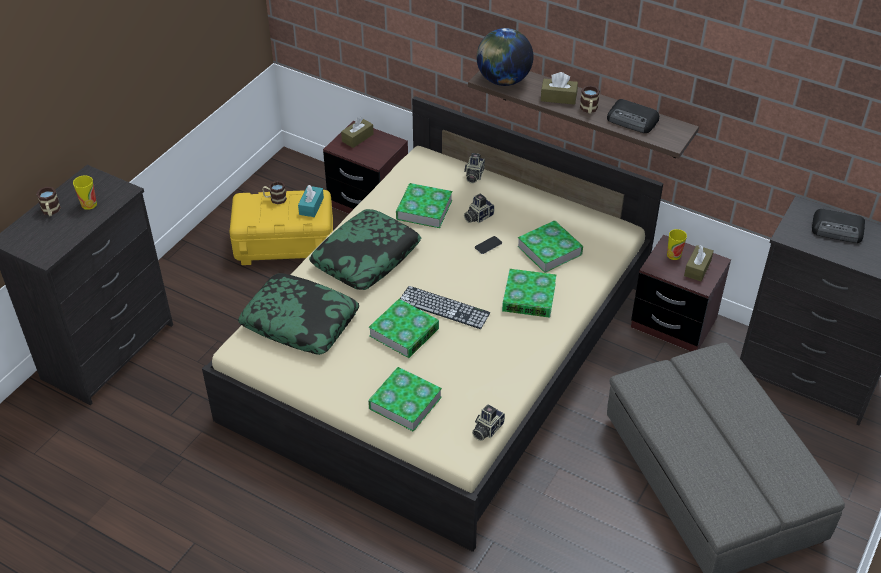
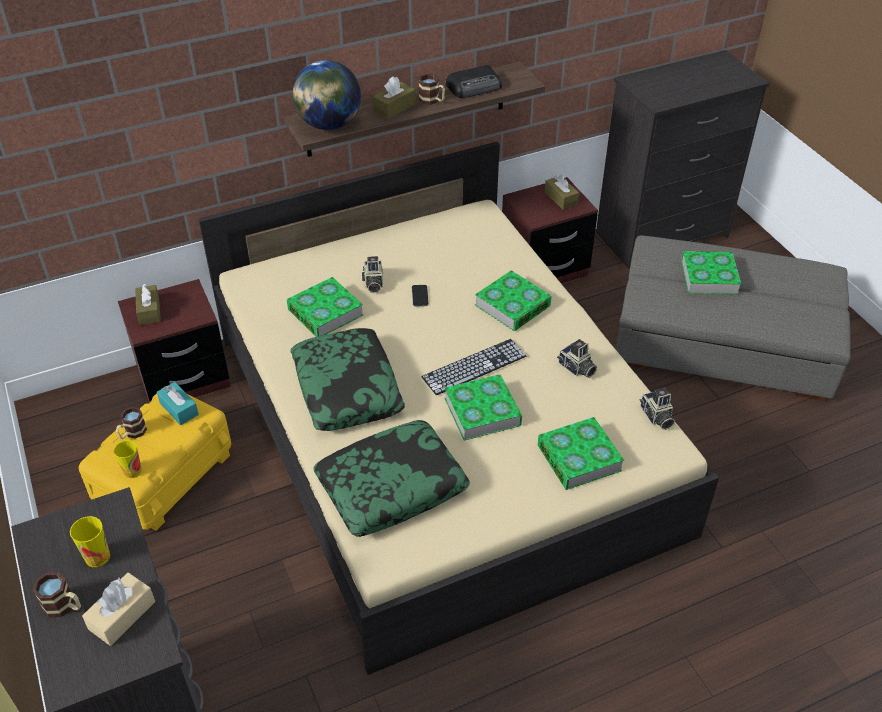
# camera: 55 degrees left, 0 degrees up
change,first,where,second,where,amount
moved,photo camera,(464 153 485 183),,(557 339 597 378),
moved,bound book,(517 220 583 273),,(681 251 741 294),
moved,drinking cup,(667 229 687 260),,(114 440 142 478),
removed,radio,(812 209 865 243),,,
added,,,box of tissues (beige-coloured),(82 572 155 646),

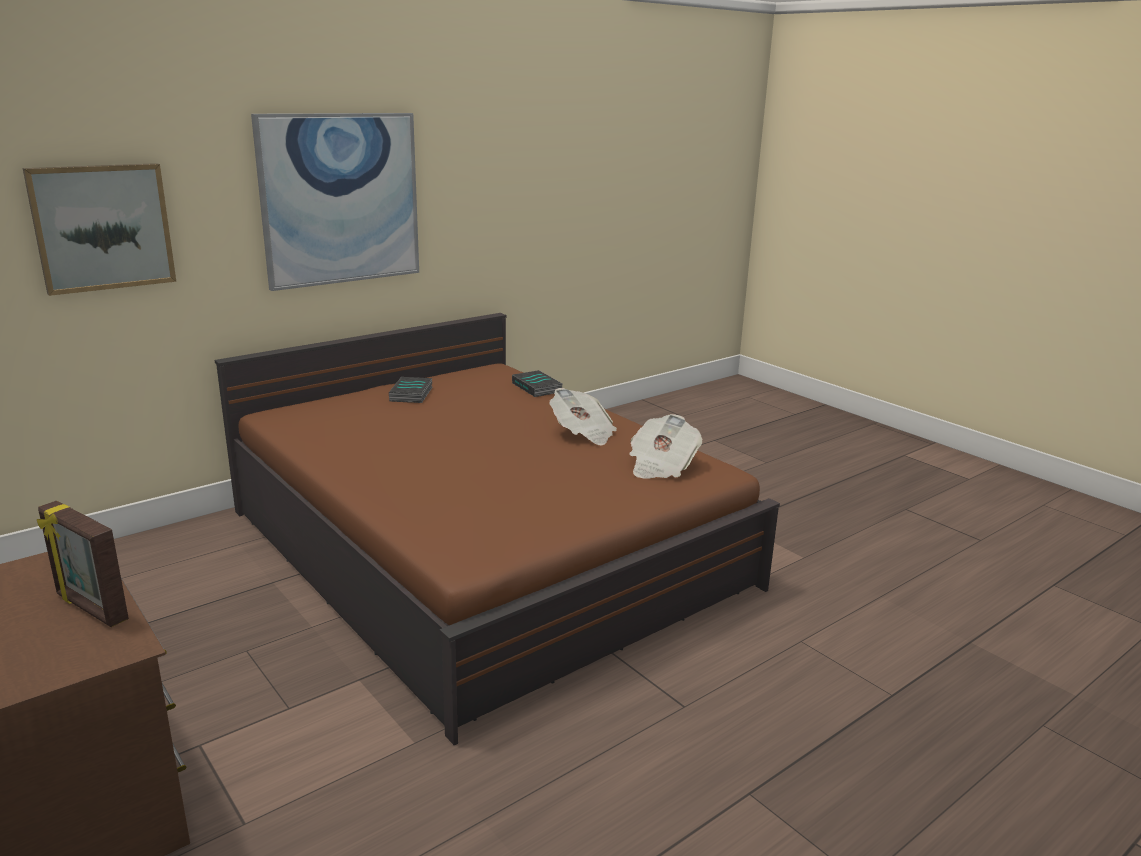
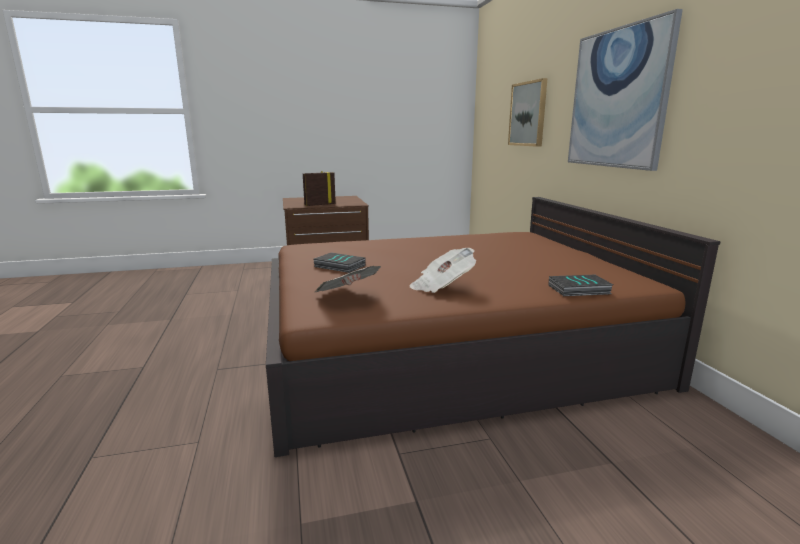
# camera: 115 degrees right, 5 degrees down
change,first,where,second,where,amount
moved,bound book,(389 377 433 403),,(314 253 366 273),

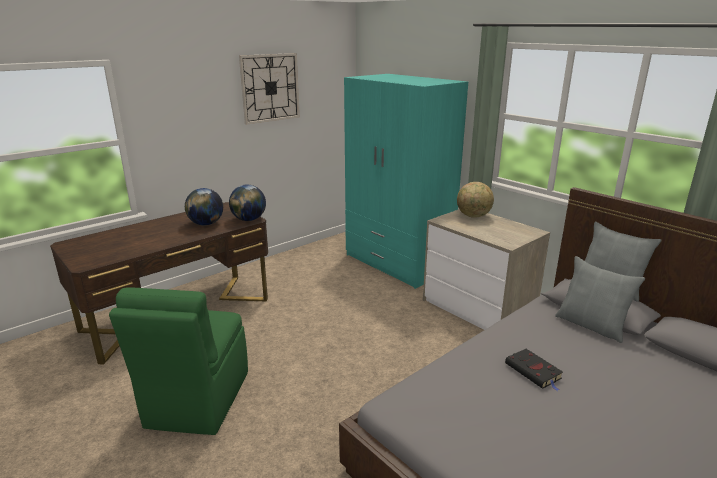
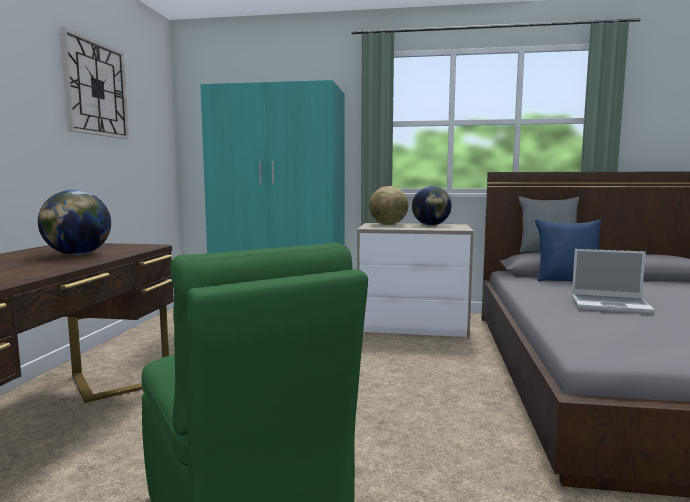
# camera: 40 degrees left, 15 degrees down
change,first,where,second,where,amount
moved,desk globe,(229 185 266 221),,(412 186 452 226),
replaced,bound book (black-coloured),(505 349 563 391),portable computer,(572 249 655 314),
recoloured,throw pillow (gray),(555 256 645 343),throw pillow (bluish),(535 219 601 281),

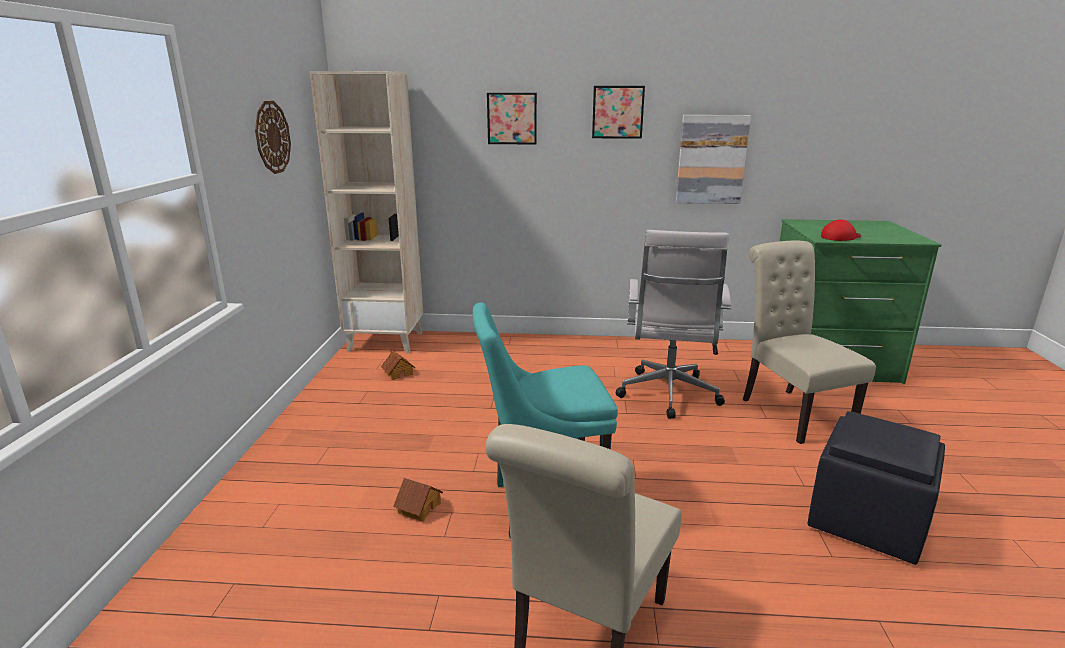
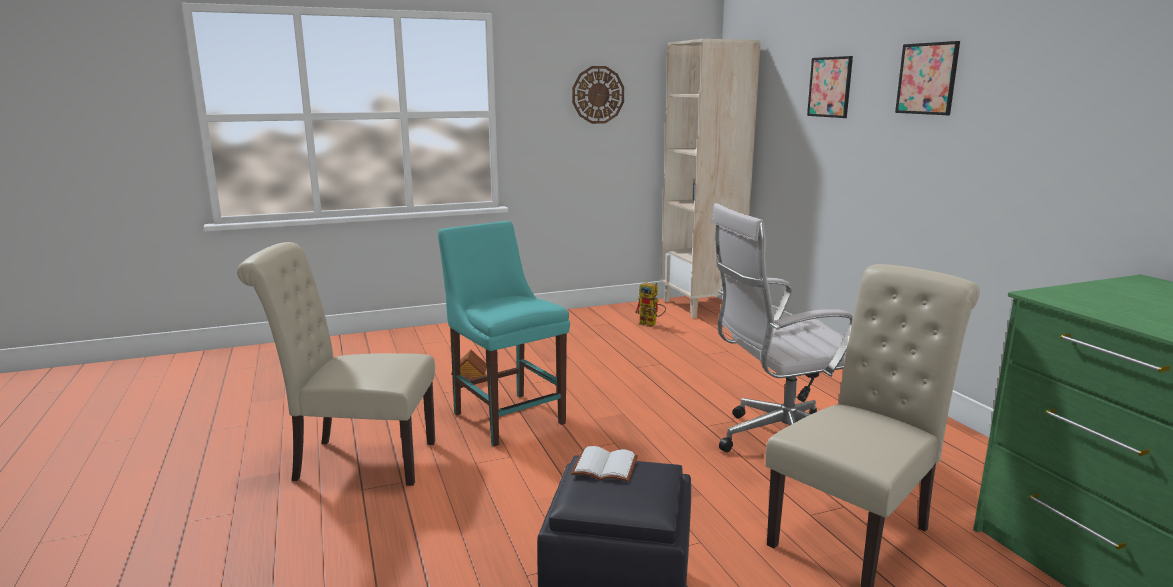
# camera: 65 degrees right, 5 degrees down
change,first,where,second,where,amount
replaced,toy house,(381 351 415 380),toy robot,(635 282 666 327),
removed,wall art,(676 115 751 204),,,
removed,cap (red),(821 220 861 241),,,
added,,,bound book (white),(571 446 638 482),

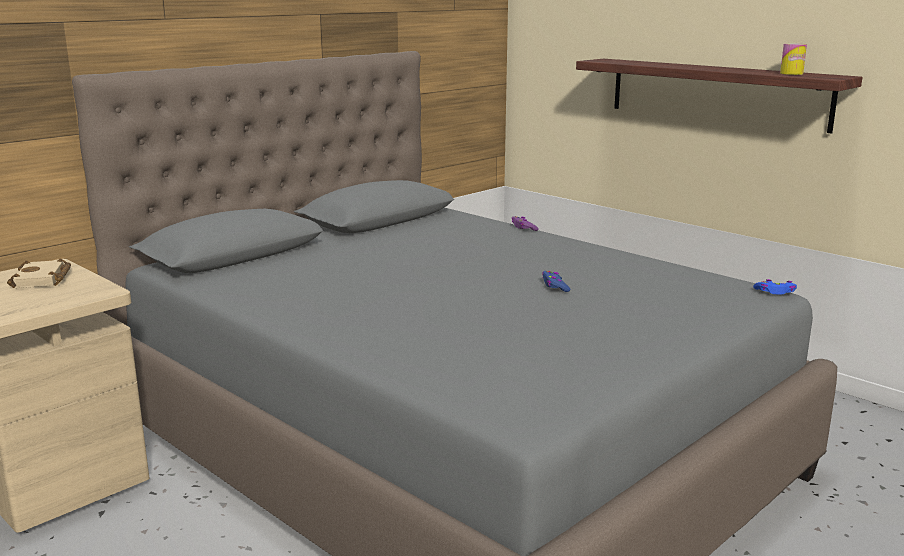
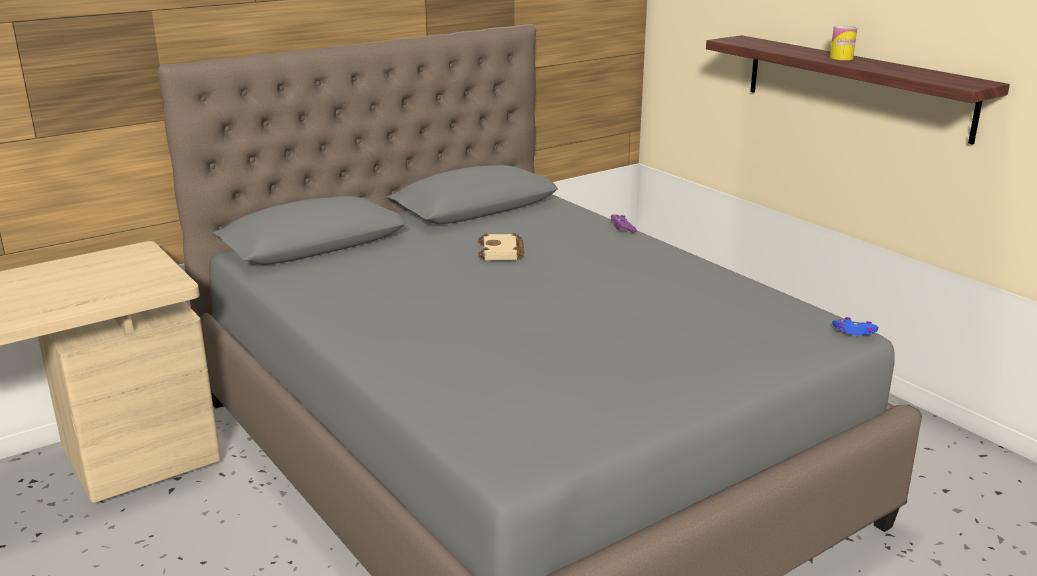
# camera: 10 degrees right, 5 degrees up
change,first,where,second,where,amount
moved,bound book (beige-coloured),(7 259 71 288),,(478 233 524 260),
removed,joypad (bluish),(542 271 570 292),,,
moved,metal can,(780 43 807 75),,(830 26 857 60),

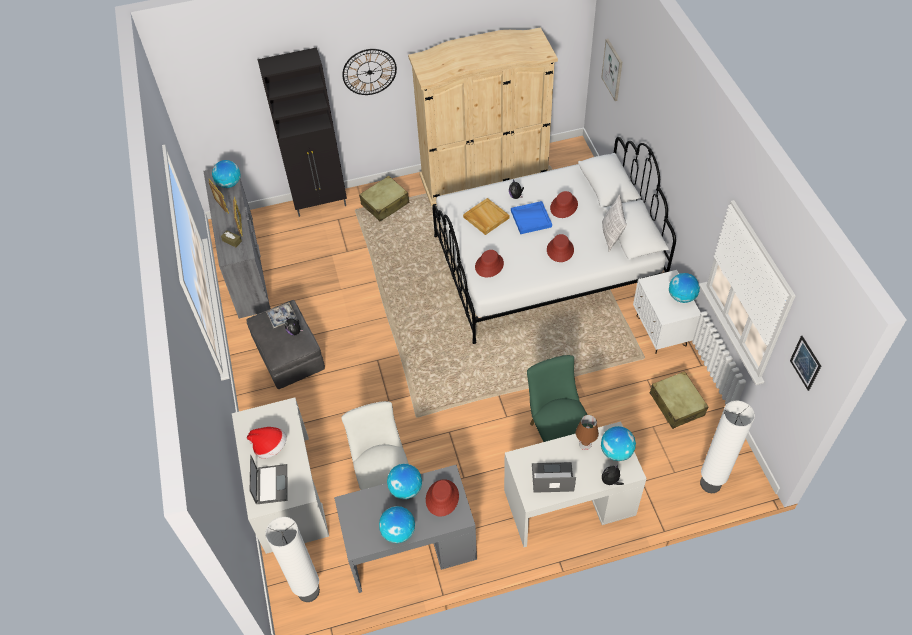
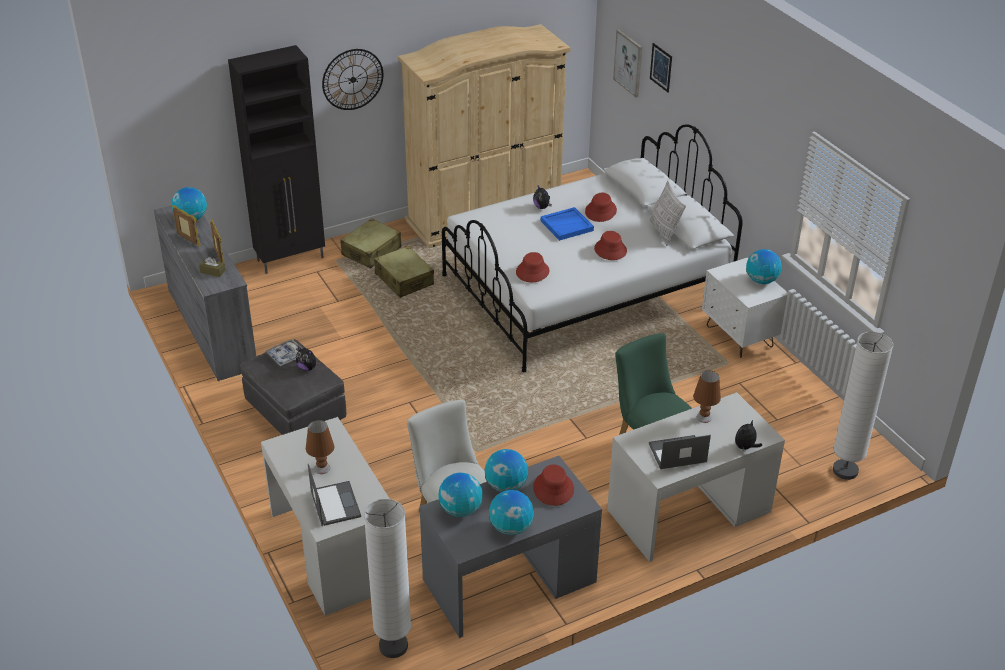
# camera: 15 degrees left, 15 degrees down
change,first,where,second,where,amount
replaced,hat,(247 427 287 458),table lamp (brownish),(306 420 335 474),
removed,serving tray (beige-coloured),(463 198 510 235),,,
moved,desk globe,(601 426 636 461),,(438 473 483 517),
moved,piece of luggage (beige-coloured),(650 371 709 429),,(374 246 434 298),
moved,wall art,(790 336 821 391),,(650 43 672 93),

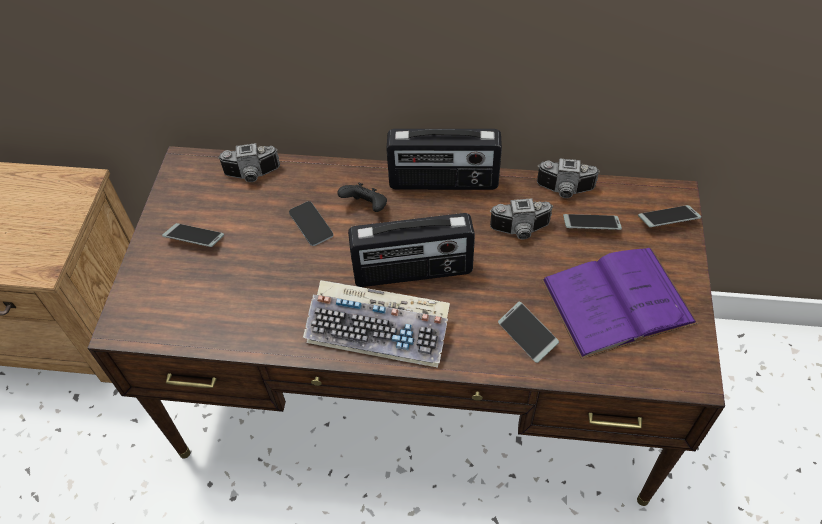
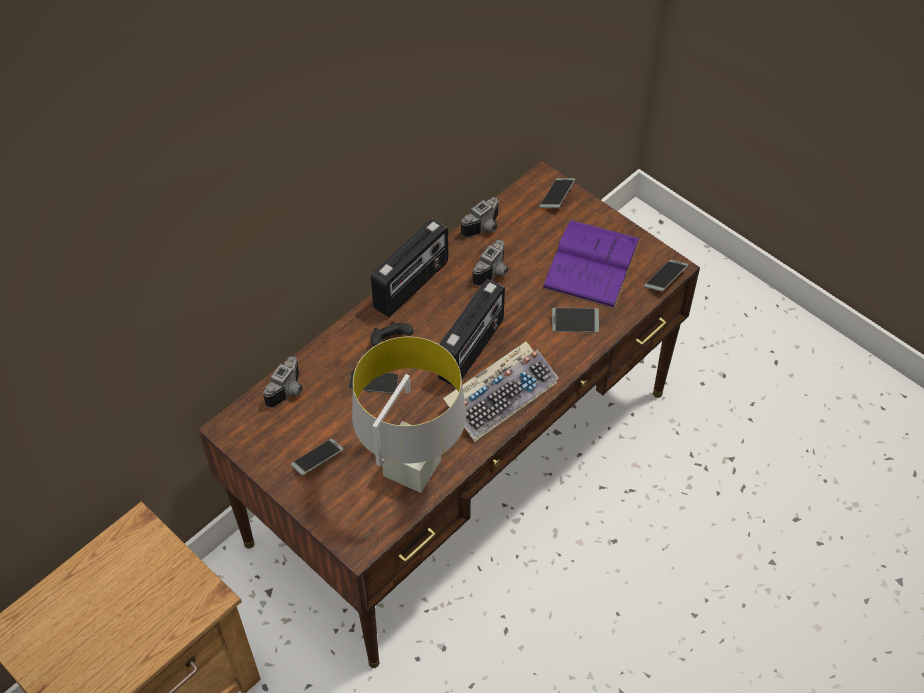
# camera: 55 degrees left, 0 degrees up
change,first,where,second,where,amount
moved,telephone,(563 214 622 230),,(644 260 688 292),
added,,,table lamp (gray),(352 337 466 493),

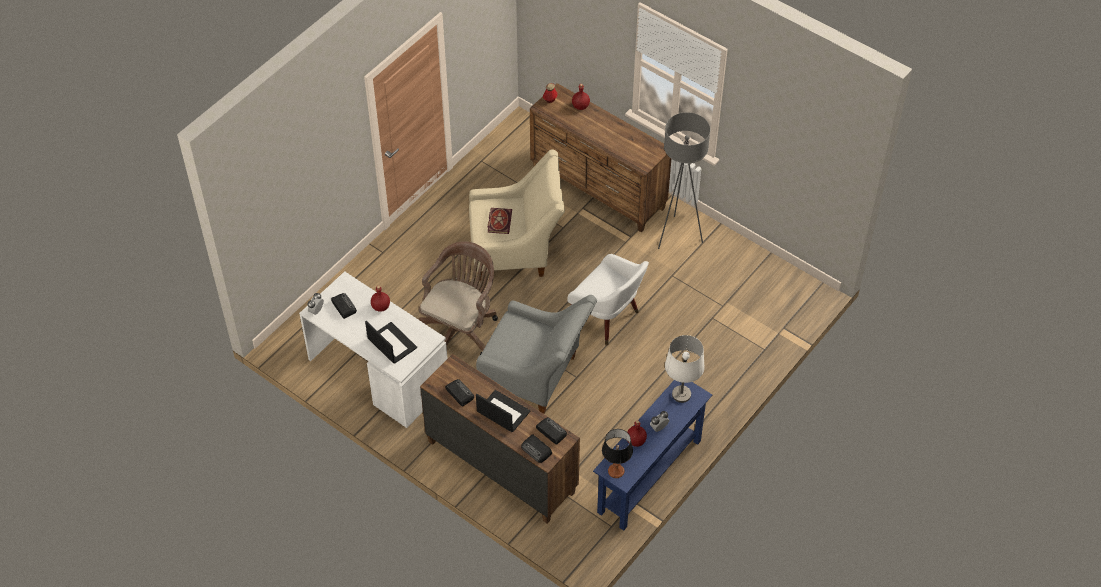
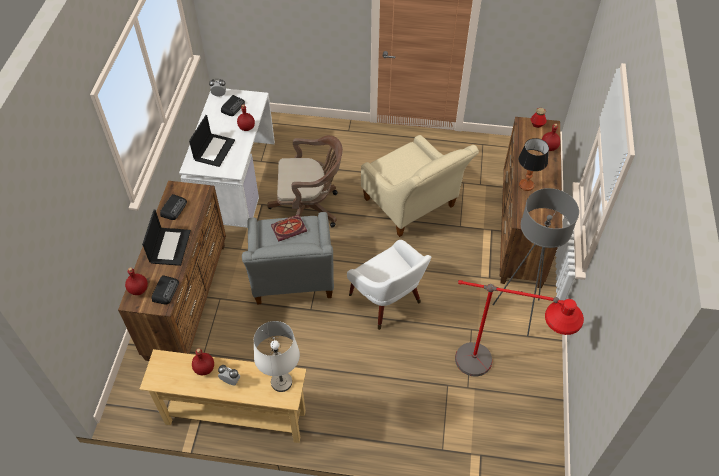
# camera: 60 degrees right, 0 degrees up
change,first,where,second,where,amount
moved,bound book,(488 208 512 234),,(271 215 307 241),
replaced,radio,(521 434 552 463),bottle (red),(125 267 148 295),
turned,armchair (white),(568 254 649 346),,(347 240 431 330),45 degrees counterclockwise
recoloured,hall table (bluish),(593 380 712 531),hall table (beige-coloured),(140 349 307 443),
moved,table lamp,(602 429 633 478),,(518 138 549 191),
added,,,standing lamp (red),(455 280 584 377),

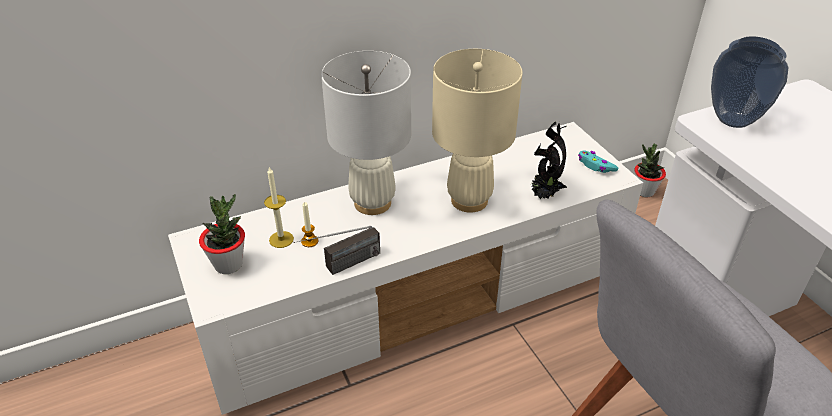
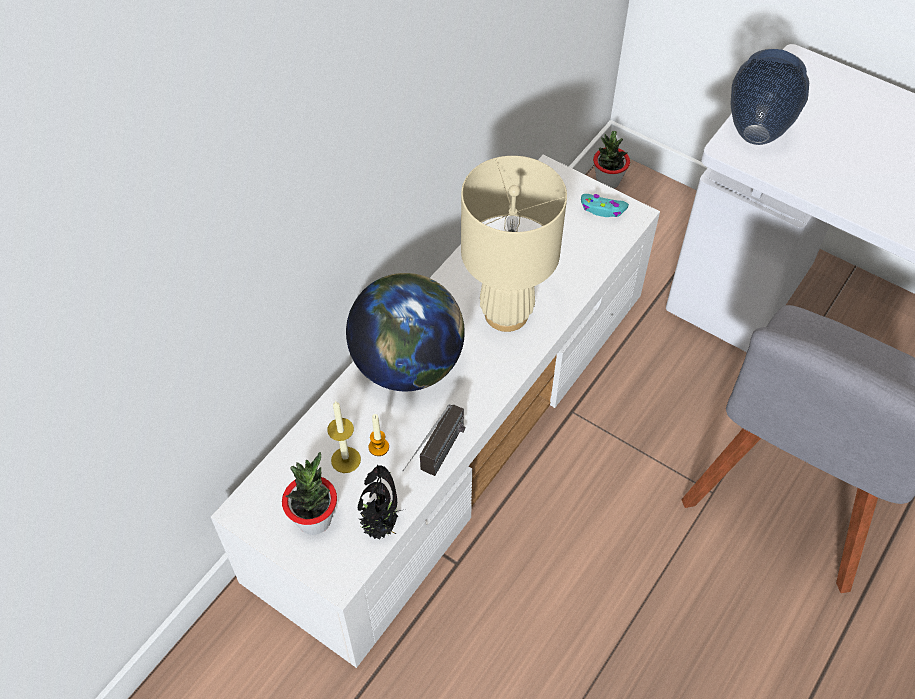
# camera: 30 degrees left, 15 degrees up
change,first,where,second,where,amount
replaced,table lamp (white),(321 51 411 215),desk globe,(346 273 465 392),
moved,plant in a pot,(531 120 567 199),,(358 465 406 539),

